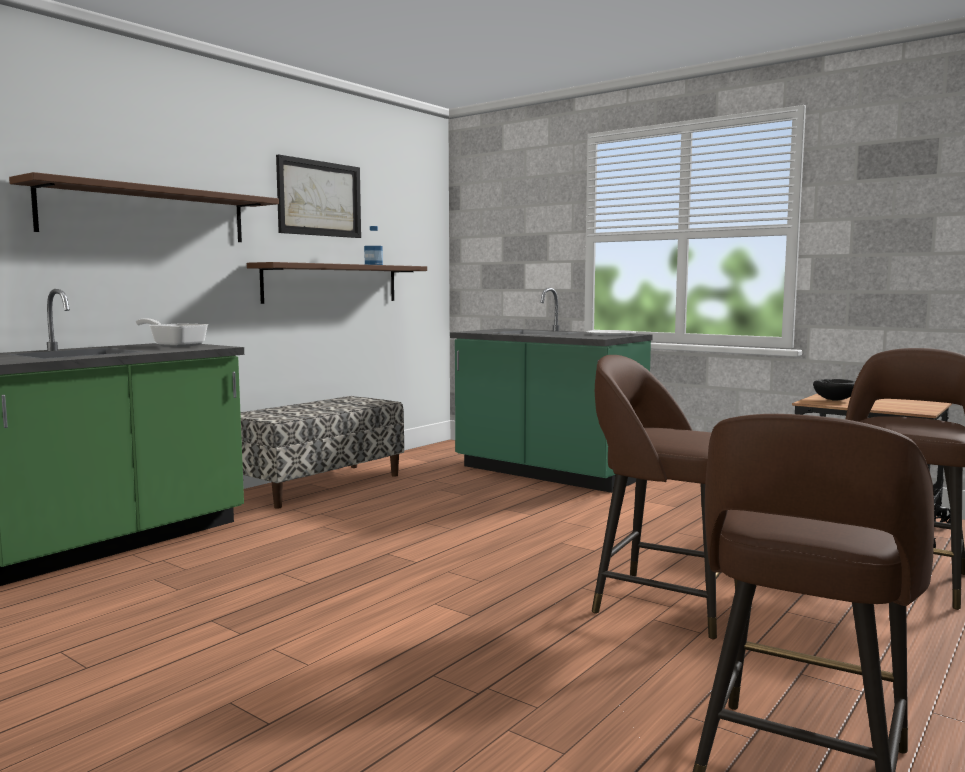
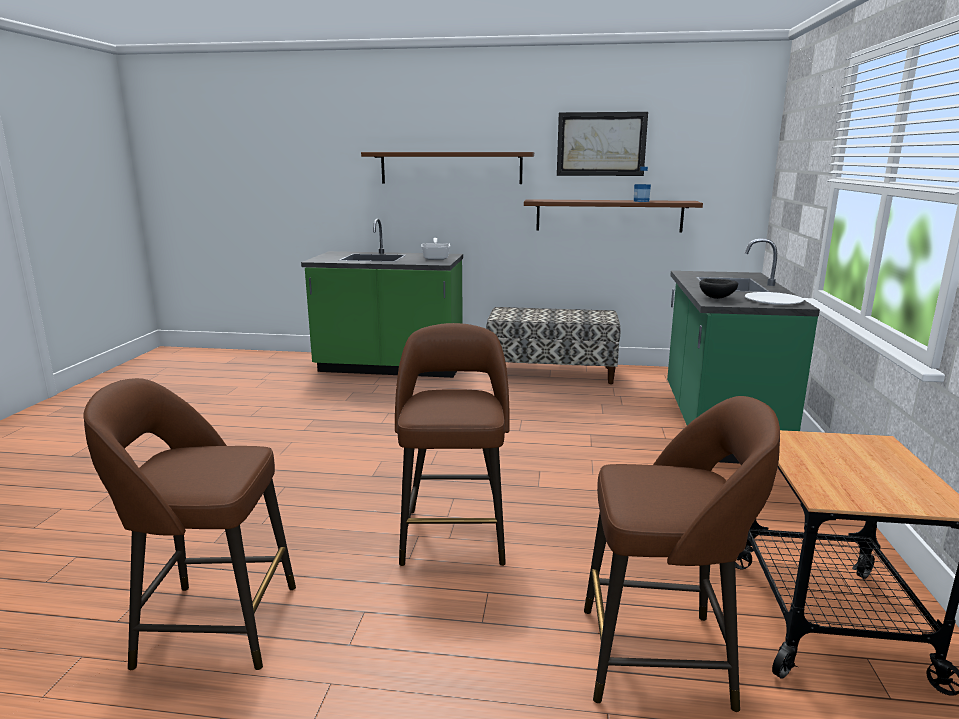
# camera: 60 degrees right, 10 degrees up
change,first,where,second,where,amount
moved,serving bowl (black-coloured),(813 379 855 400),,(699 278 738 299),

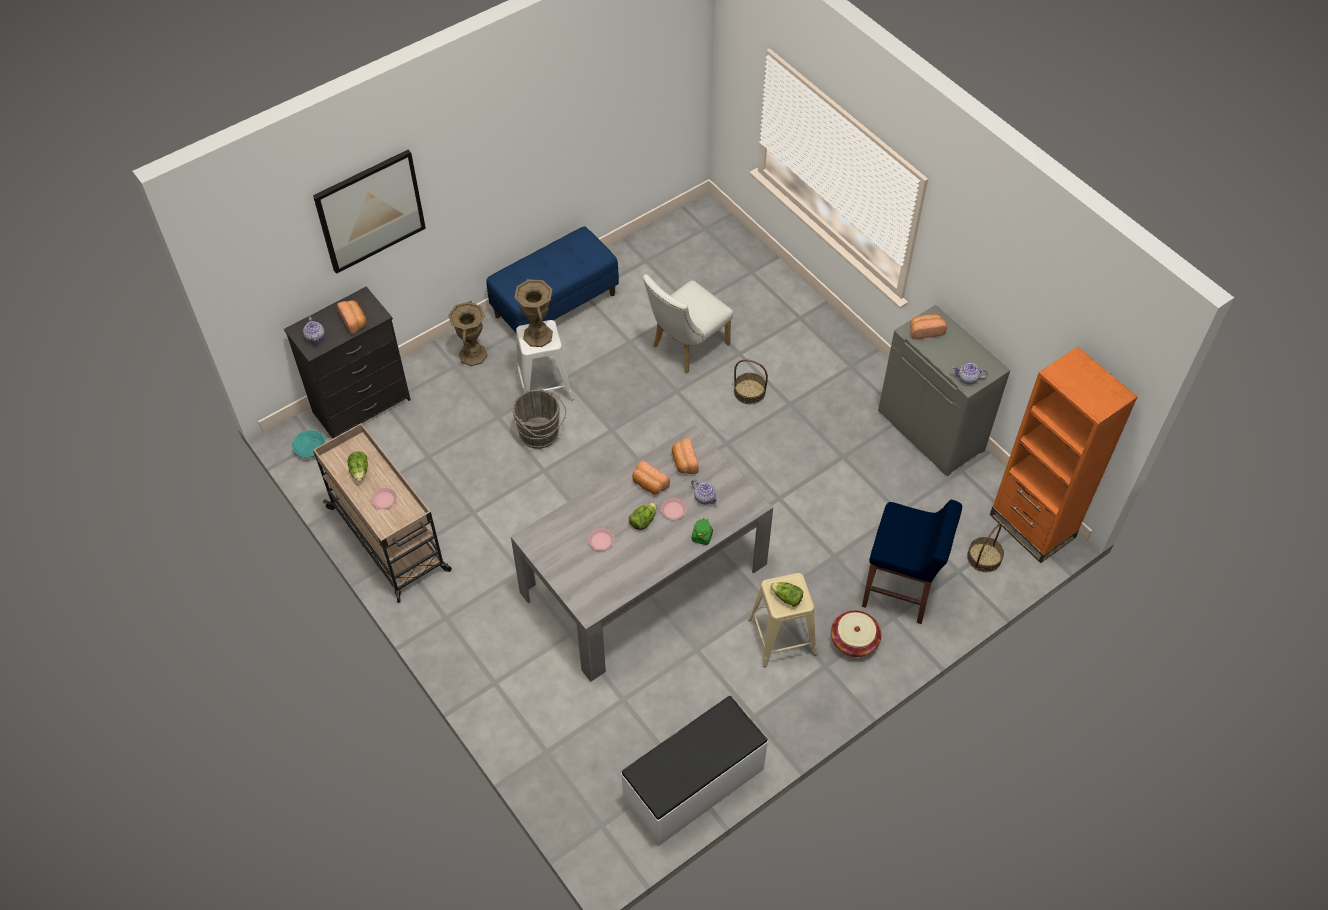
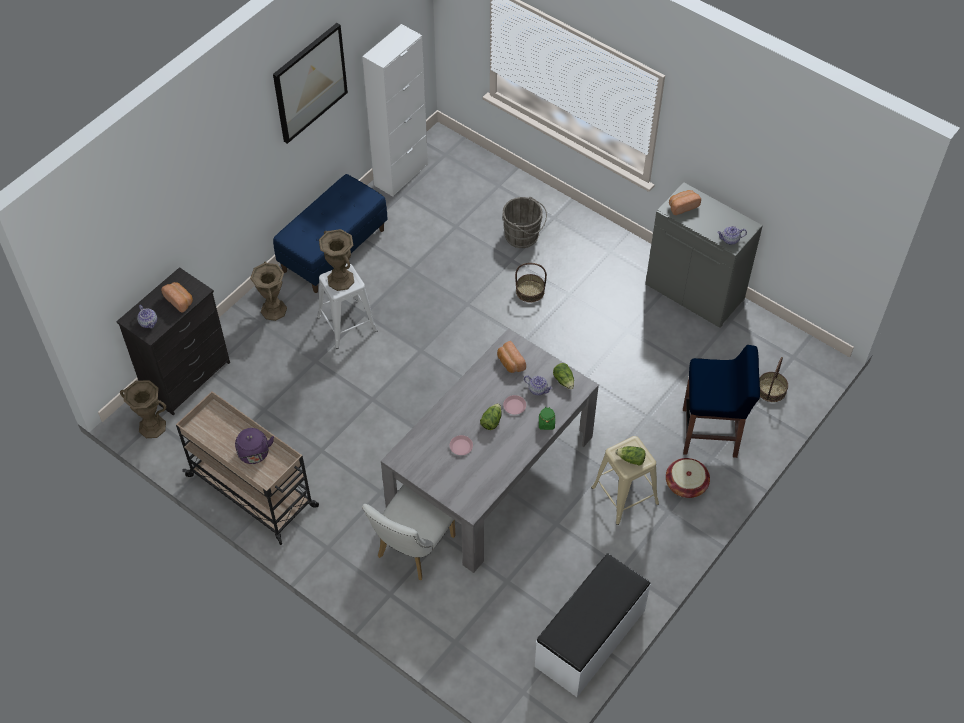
# camera: 15 degrees left, 0 degrees up
change,first,where,second,where,amount
replaced,serving bowl (turquoise-coloured),(292 430 326 458),vase (brownish),(120 380 166 438),
moved,wall art,(313 150 426 274),,(273 23 348 144),
moved,lettuce head,(348 451 368 482),,(553 363 574 389),
replaced,flat dish (pink),(371 488 397 509),water kettle (purplish),(235 428 274 464),
moved,pail (gray),(513 389 566 449),,(502 197 547 248),
removed,baked bread,(632 460 670 494),,,
moved,plain chair (white),(643 274 733 374),,(362 485 456 580),
removed,bookshelf (orange-coloured),(990 347 1138 563),,,
added,,,storage cabinet (white),(362 24 428 197),

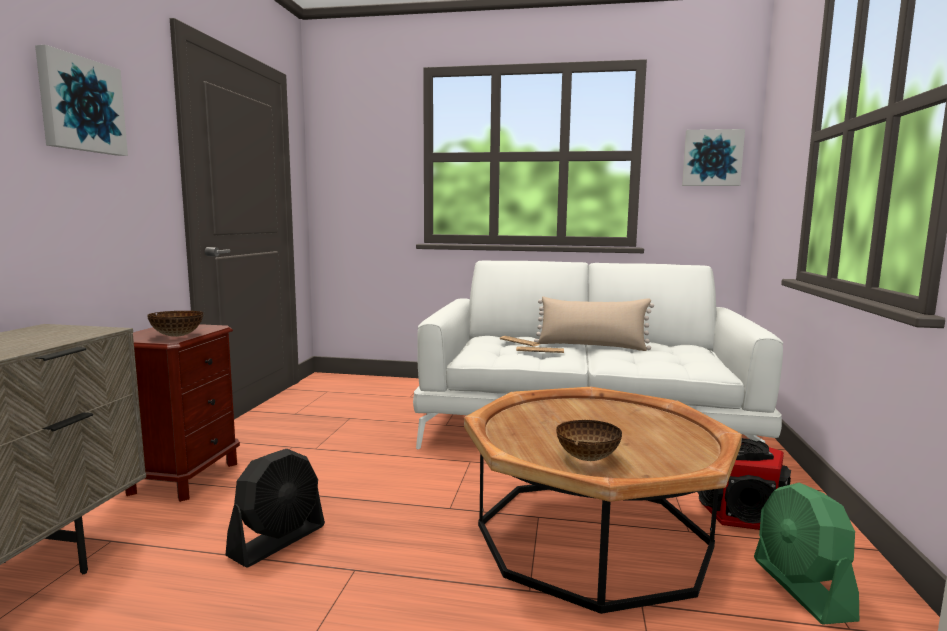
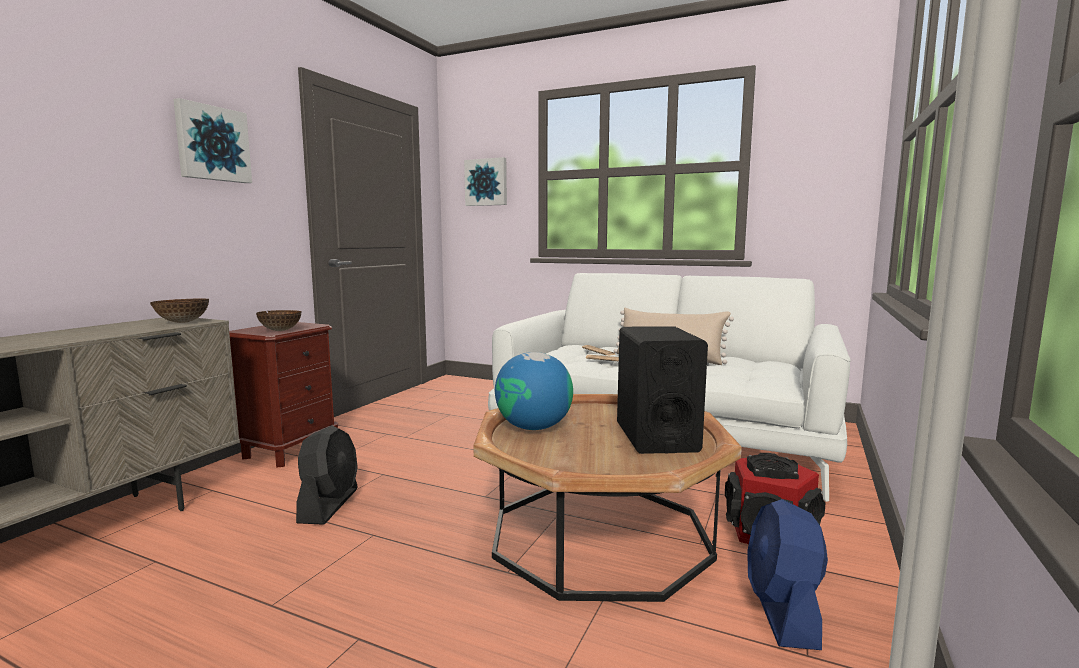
# camera: 15 degrees right, 0 degrees up
change,first,where,second,where,amount
turned,electric fan (black-coloured),(225 449 325 568),,(296 425 358 525),45 degrees counterclockwise
moved,serving bowl,(556 420 622 461),,(150 298 209 323),
moved,wall art,(682 129 745 186),,(464 157 507 206),
recoloured,electric fan (green-coloured),(754 482 859 625),electric fan (bluish),(747 499 828 650),
added,,,desk globe,(495 352 573 430),
added,,,speaker (black-coloured),(617 326 708 454),

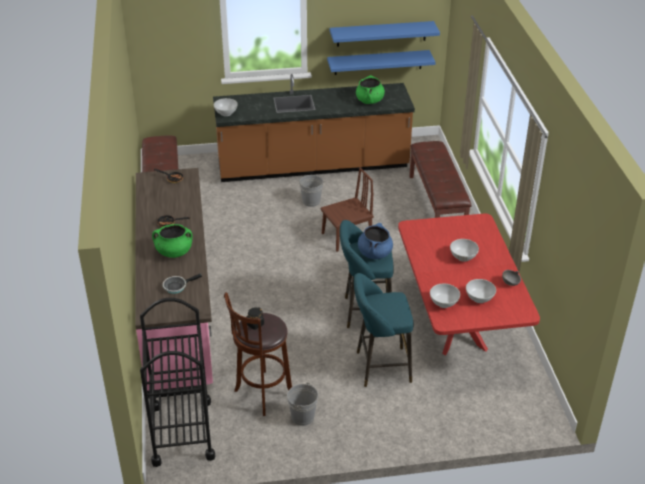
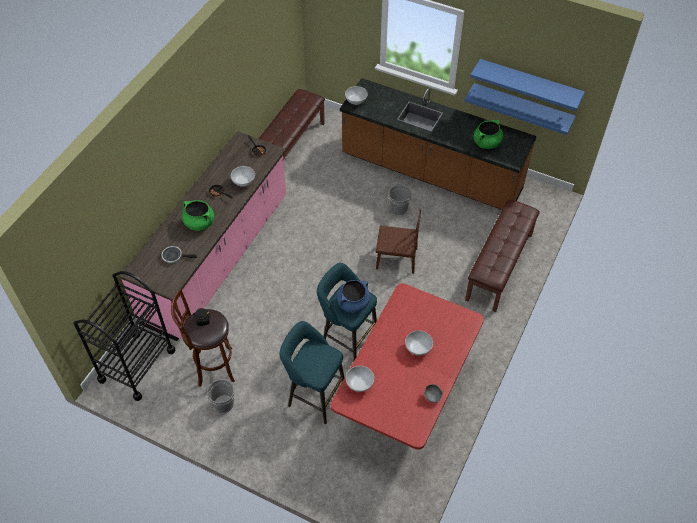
# camera: 35 degrees right, 15 degrees up
change,first,where,second,where,amount
moved,serving bowl (white),(466 279 496 303),,(231 166 255 187),

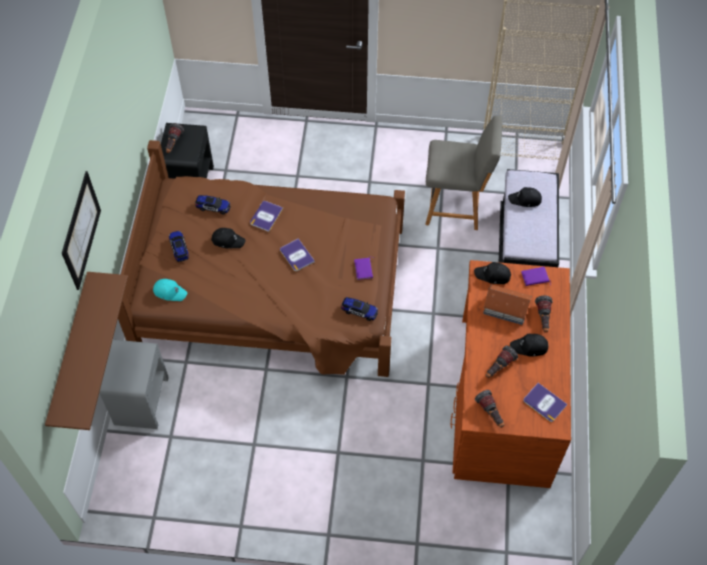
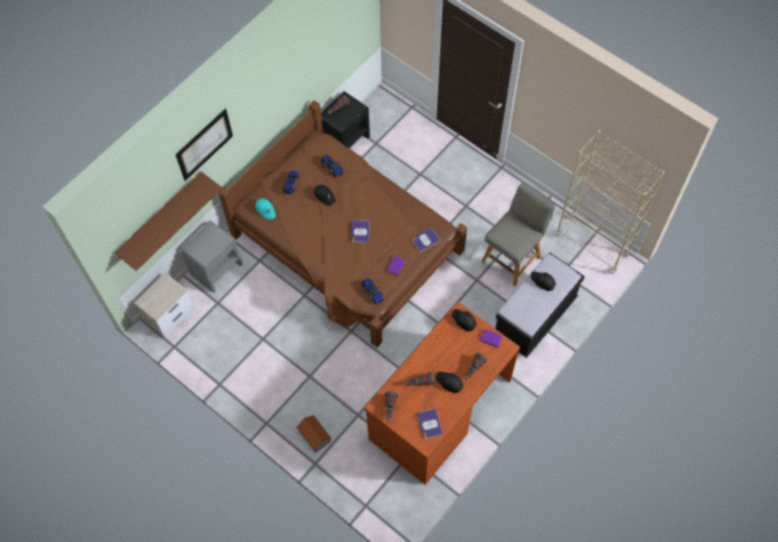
# camera: 35 degrees right, 5 degrees up
change,first,where,second,where,amount
moved,bound book,(250 201 283 232),,(412 228 441 252),
turned,plain chair (gray),(426 115 502 230),,(481 182 555 286),90 degrees counterclockwise
moved,toy house,(483 284 532 325),,(296 415 331 453),
added,,,nightstand,(134 273 195 338),

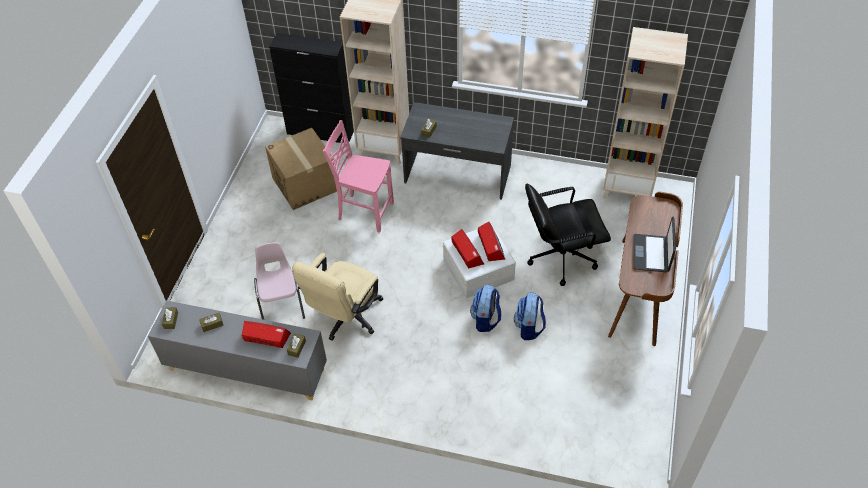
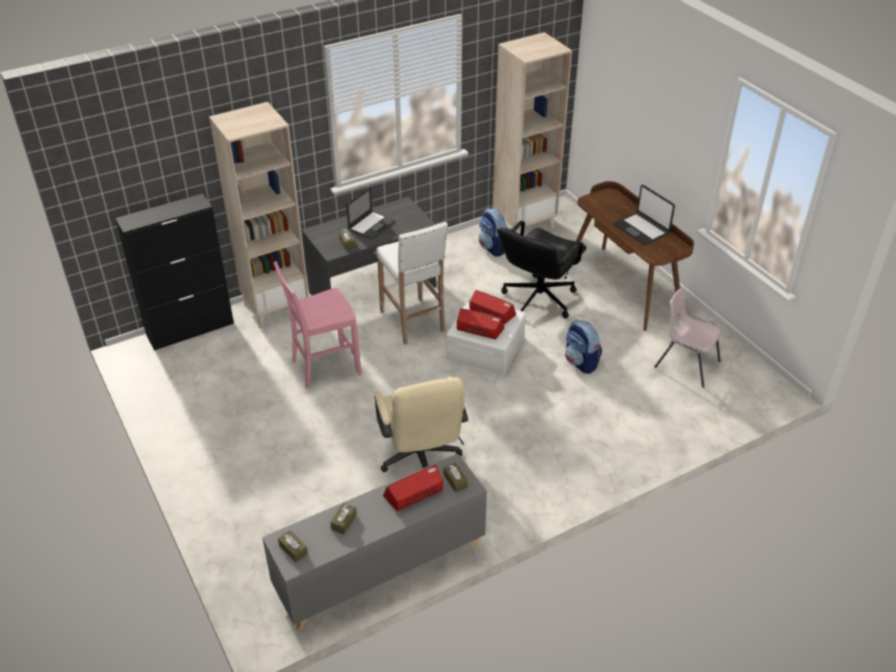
# camera: 45 degrees left, 10 degrees down
change,first,where,second,where,amount
moved,plain chair (pink),(254 242 305 320),,(654 289 721 388),
removed,cardboard box,(265 128 337 210),,,
moved,backpack,(470 285 501 332),,(479 208 507 257),
added,,,portable computer,(346 187 395 240),
added,,,stool (white),(376 222 448 345),

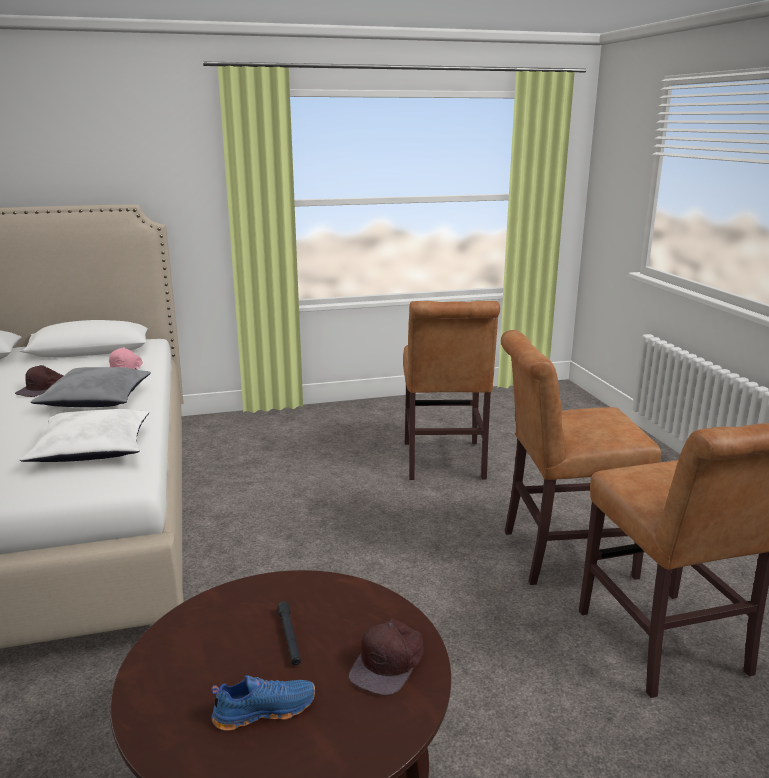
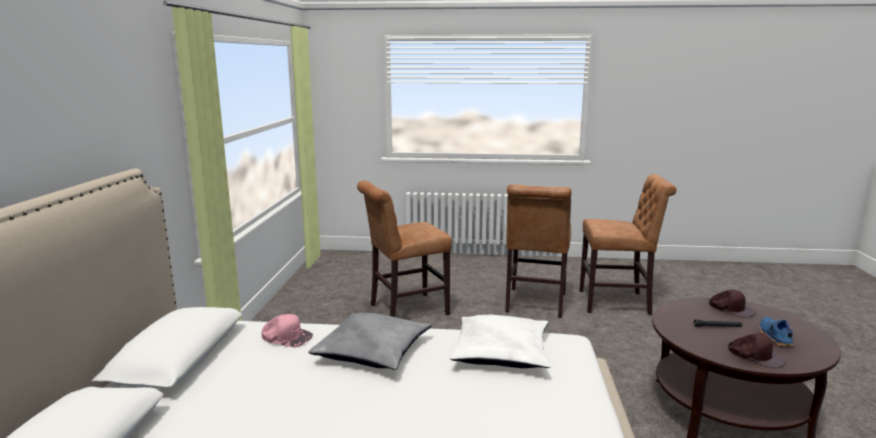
# camera: 70 degrees left, 5 degrees down
change,first,where,second,where,amount
moved,cap (brownish),(15 365 64 397),,(728 333 786 368),
turned,plain chair (brownish),(403 301 500 480),,(357 181 452 317),135 degrees clockwise

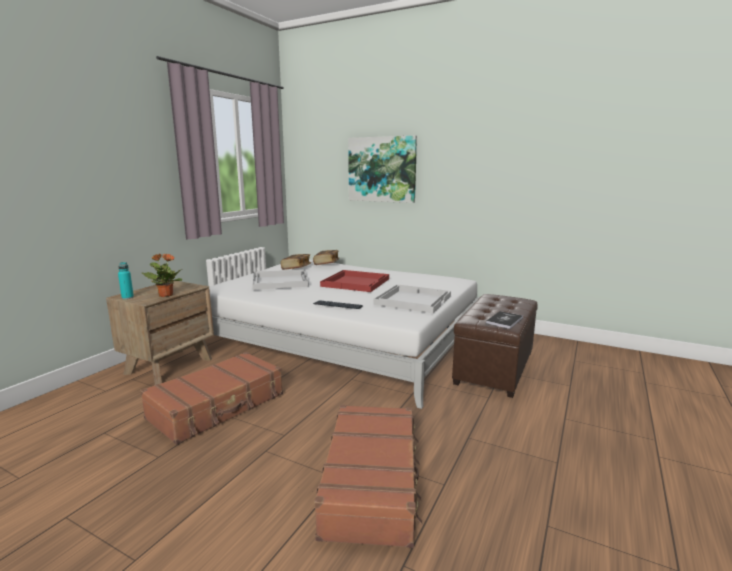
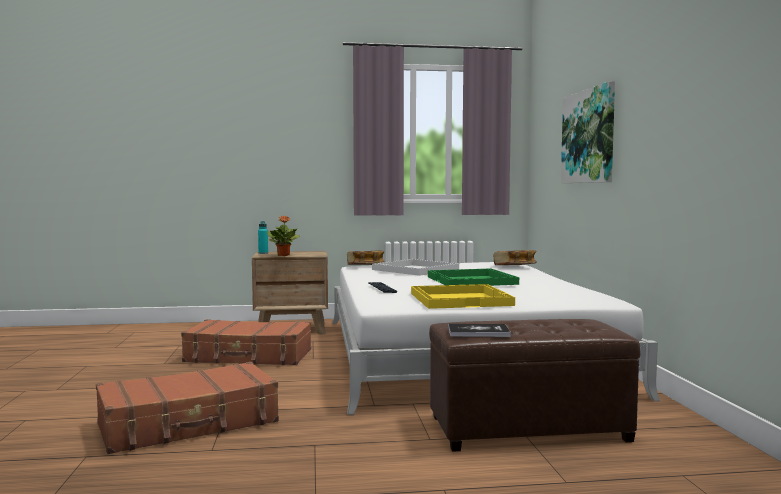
# camera: 55 degrees right, 10 degrees down
change,first,where,second,where,amount
moved,bound book,(281 254 311 270),,(347 251 384 265),
recoloured,serving tray (red),(320 270 389 292),serving tray (green-coloured),(428 268 519 286),
recoloured,serving tray (white),(374 284 451 313),serving tray (yellowish),(411 284 515 309),

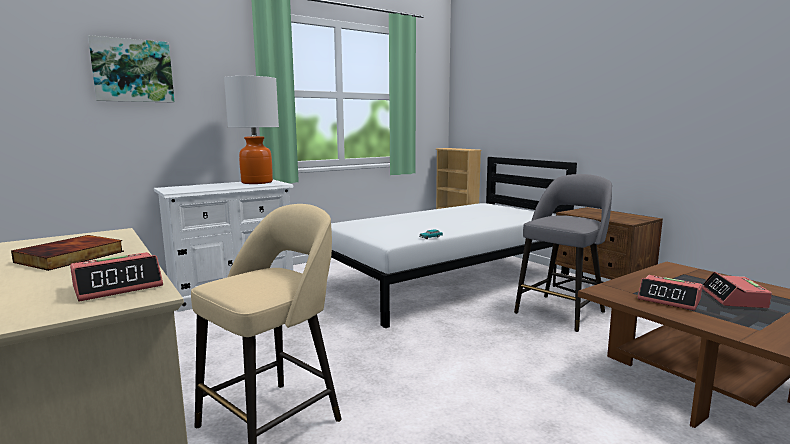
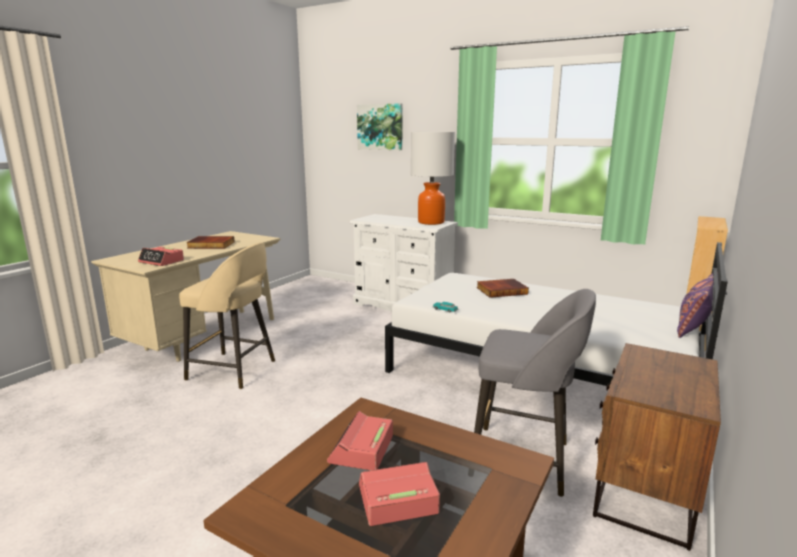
# camera: 65 degrees right, 5 degrees up
change,first,where,second,where,amount
added,,,bound book,(477 279 529 298),
added,,,throw pillow (purplish),(677 272 719 338),

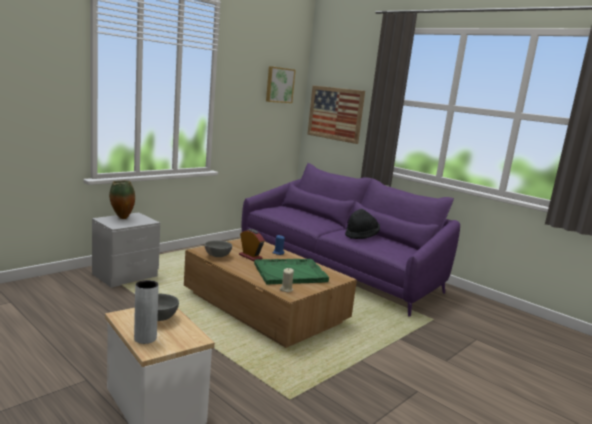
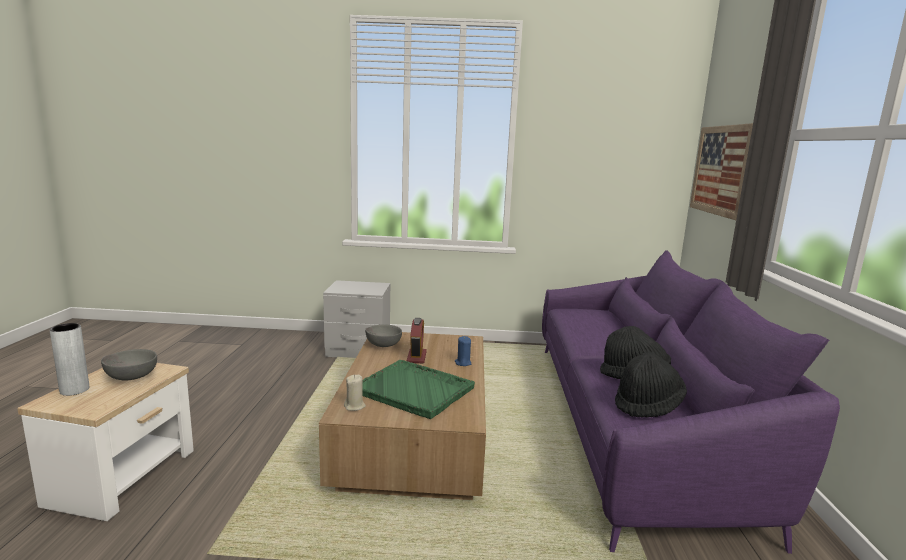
# camera: 50 degrees right, 0 degrees up
change,first,where,second,where,amount
removed,vase,(109 181 135 219),,,
removed,wall art,(266 66 296 103),,,
added,,,hat (black-coloured),(615 352 687 417),

